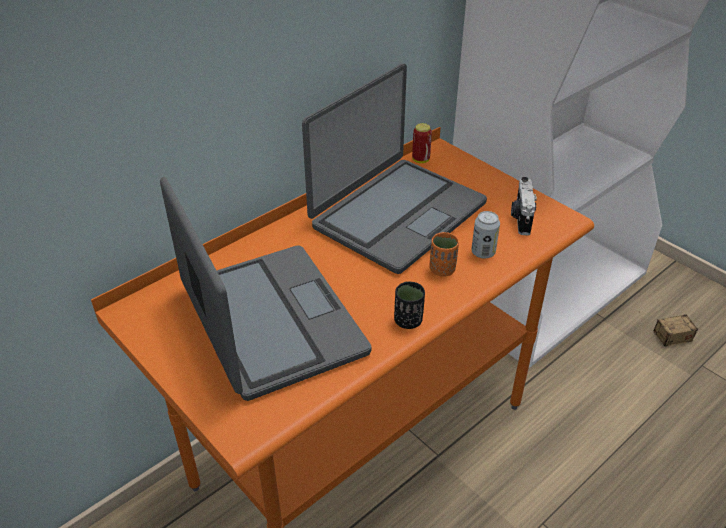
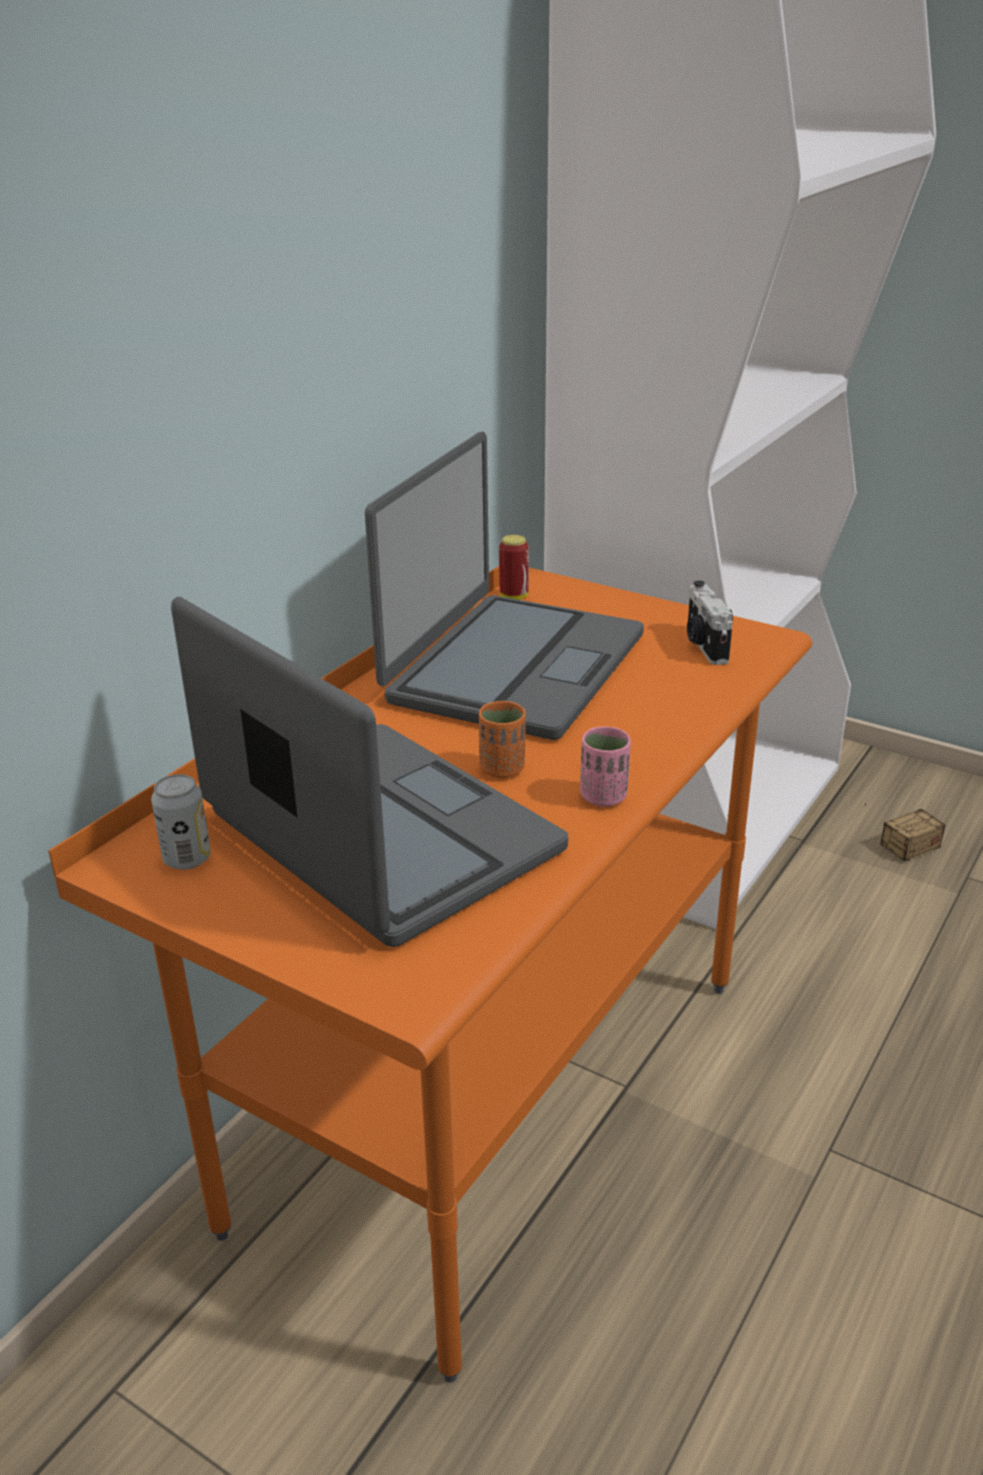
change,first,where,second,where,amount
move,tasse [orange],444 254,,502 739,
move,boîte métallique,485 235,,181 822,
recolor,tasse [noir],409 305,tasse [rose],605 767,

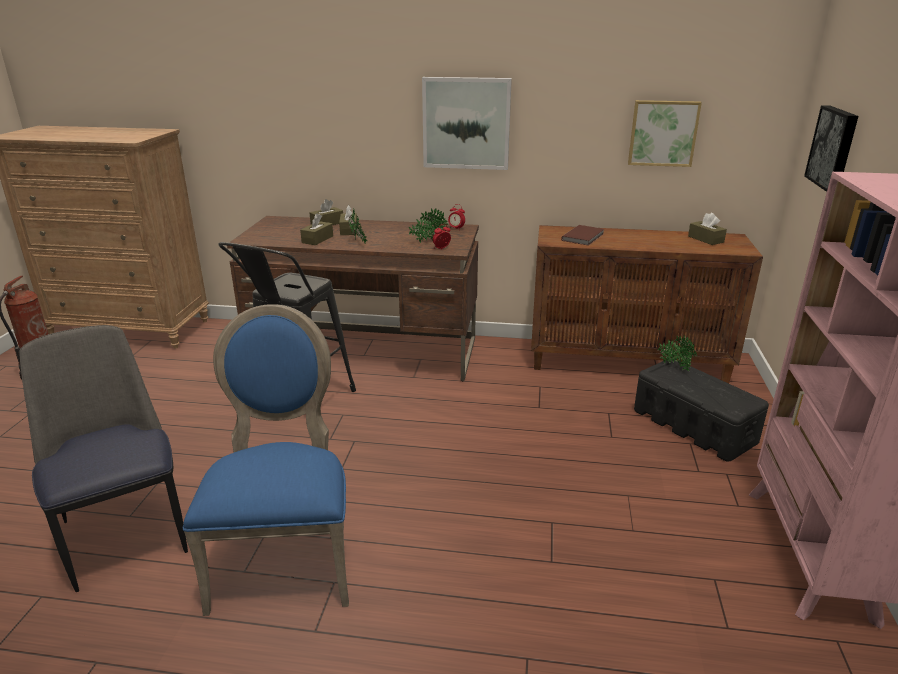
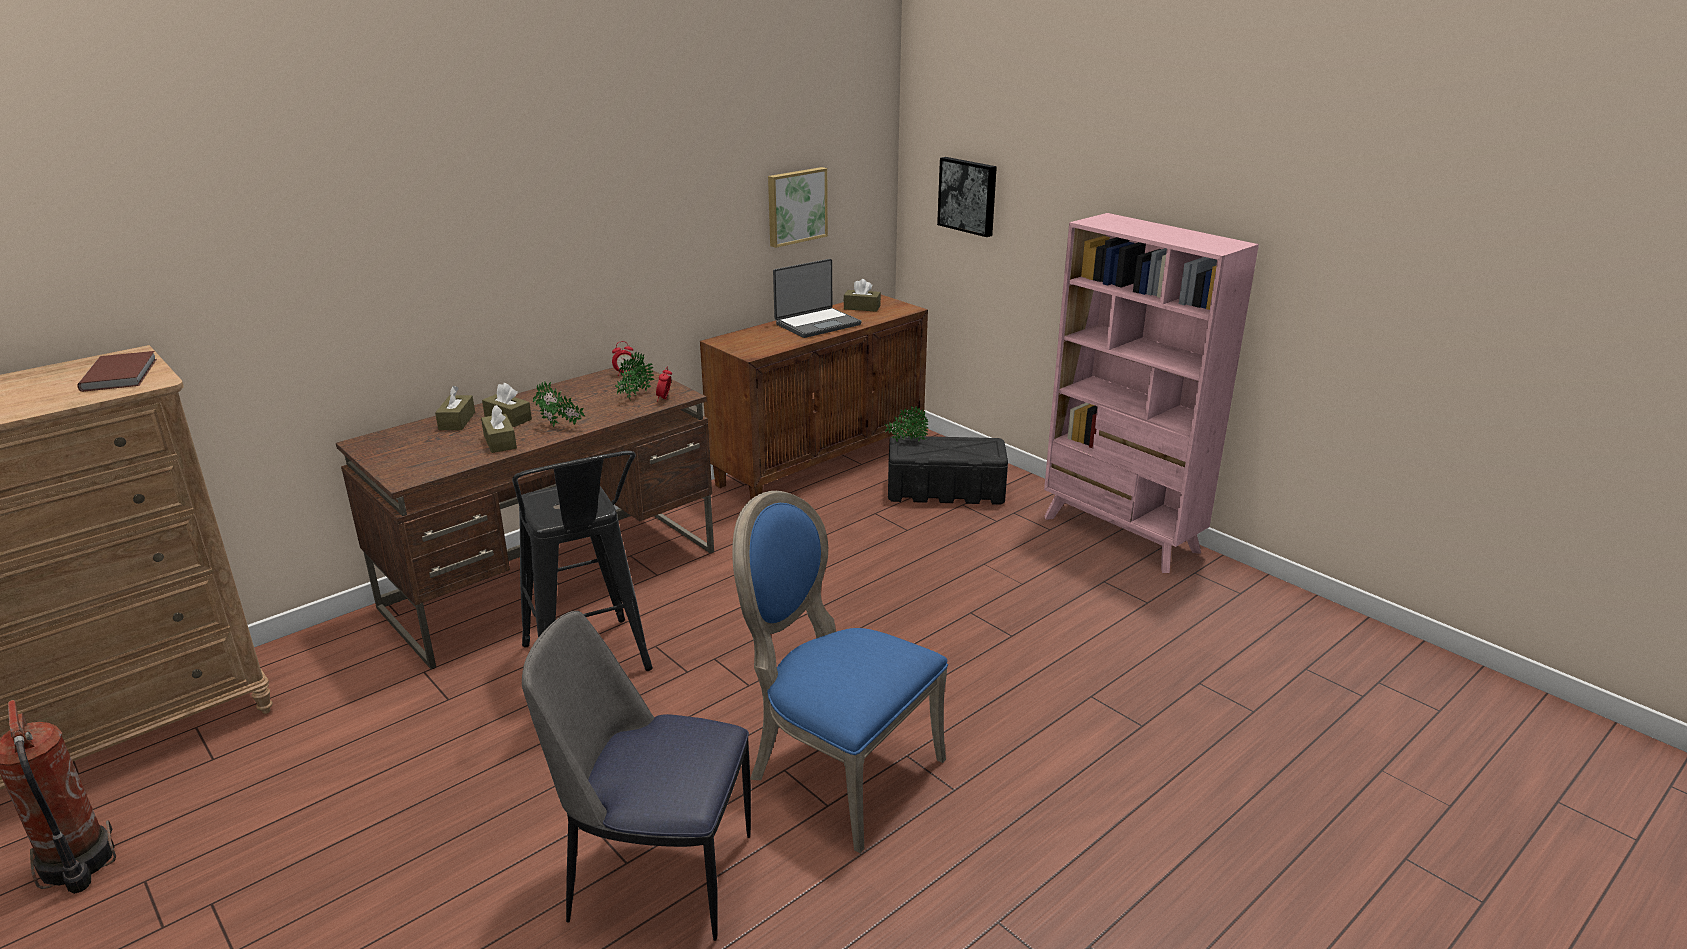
change,first,where,second,where,amount
delete,tableau,467 123,,,
insert,,,ordinateur portable,817 298,
move,livre [marron],582 235,,117 371,

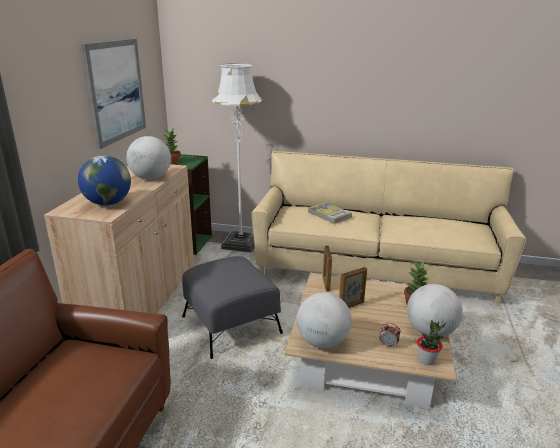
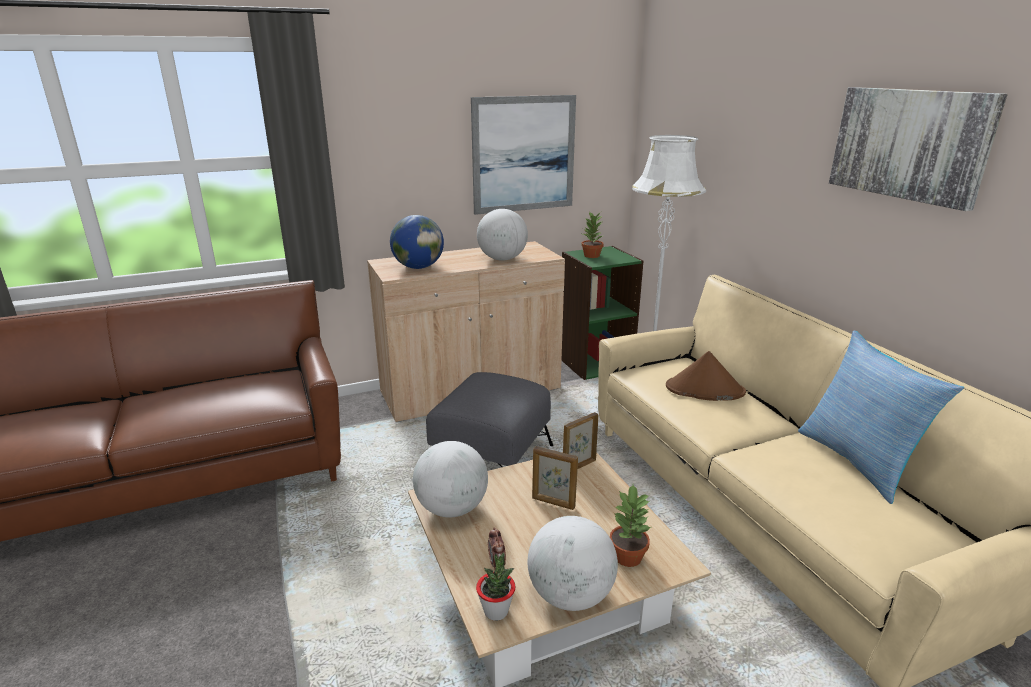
change,first,where,second,where,amount
insert,,,coussin,881 417,
insert,,,tableau,918 149,
replace,livre,330 213,chapeau [marron],706 376,

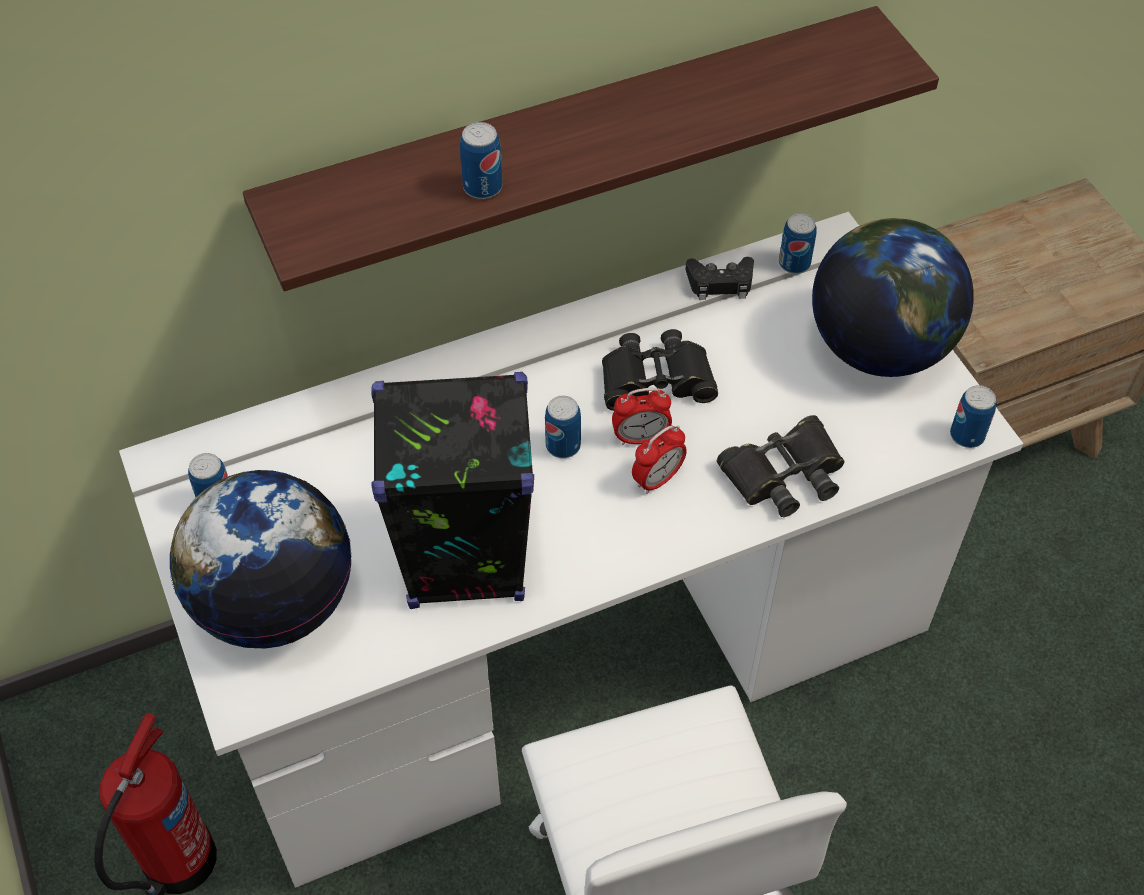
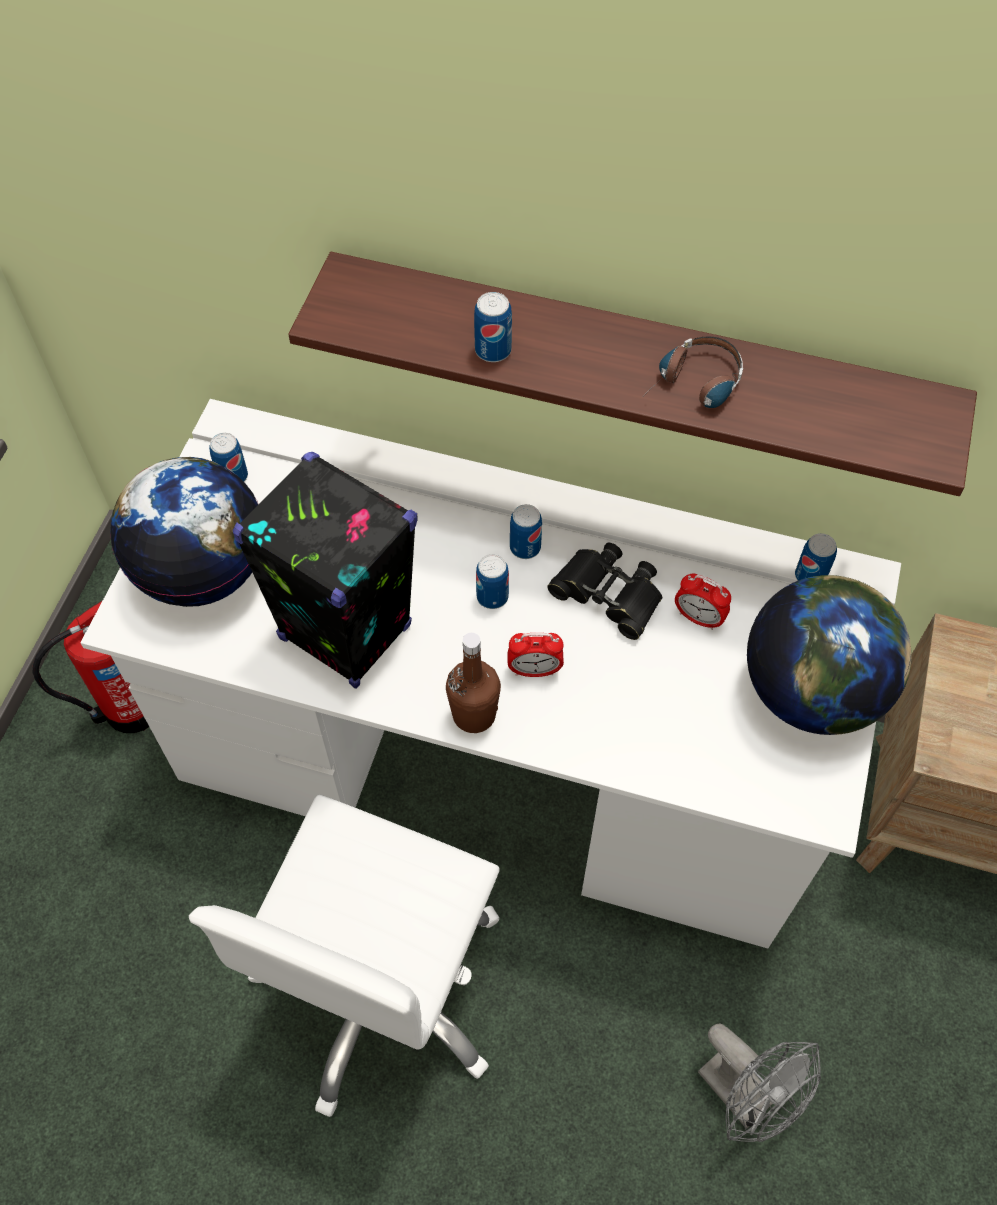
change,first,where,second,where,amount
delete,manette [noir],719 278,,,
delete,jumelles [noir],781 466,,,
insert,,,bouteille [marron],473 683,
insert,,,casque audio,701 372,
insert,,,ventilateur [gris],759 1082,
move,réveil,642 416,,703 602,
move,boîte métallique,973 416,,526 531,

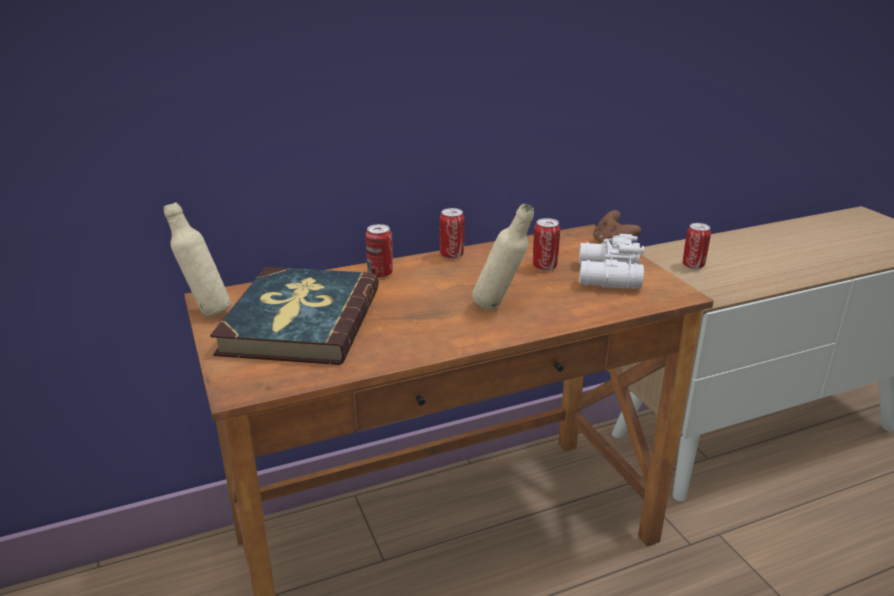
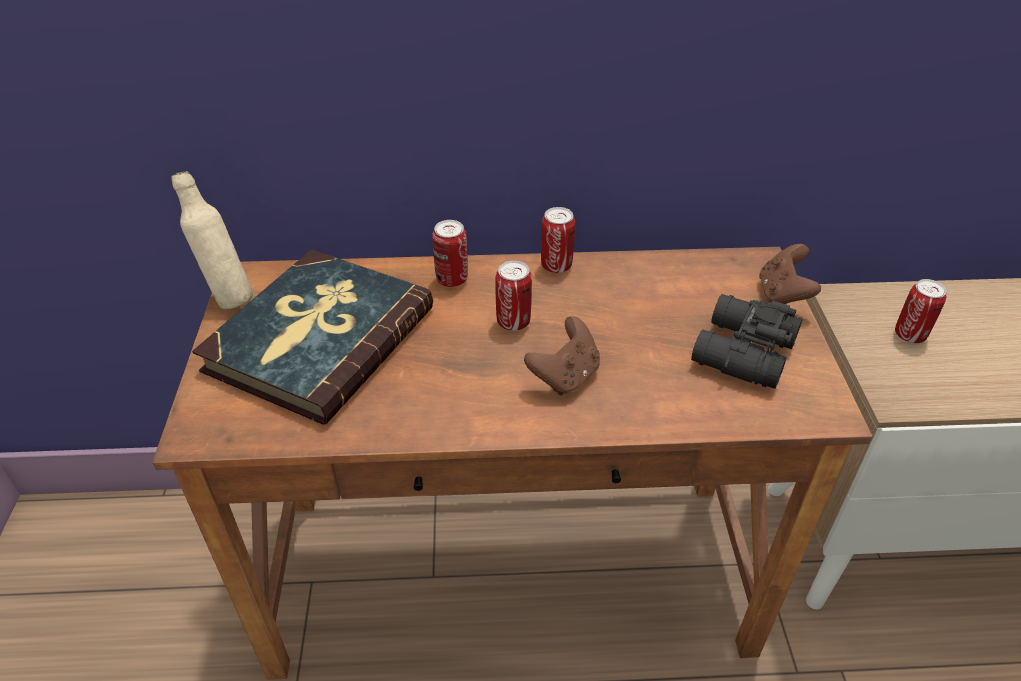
change,first,where,second,where,amount
move,boîte métallique,546 244,,513 295,
replace,bouteille [beige],503 257,manette [marron],562 355,
recolor,jumelles [blanc],611 261,jumelles [noir],746 341,

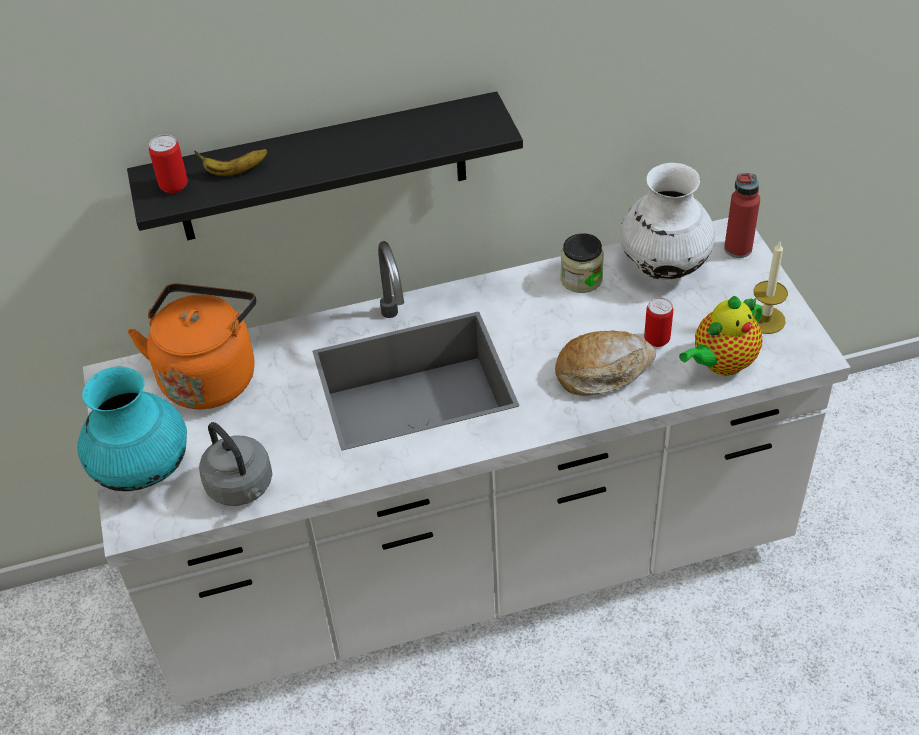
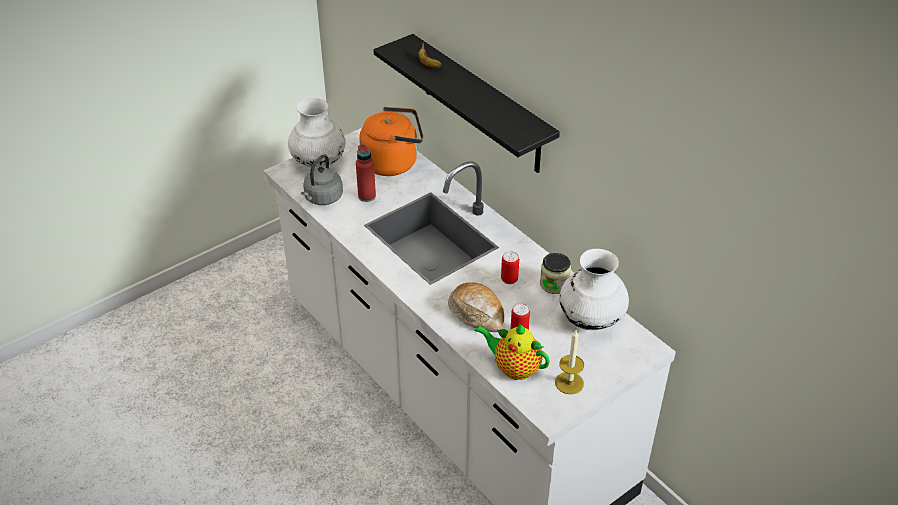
change,first,where,second,where,amount
move,boîte métallique,168 164,,510 267,
move,bouteille [rouge],742 215,,366 173,
recolor,vase [turquoise],132 429,vase [blanc],317 133,

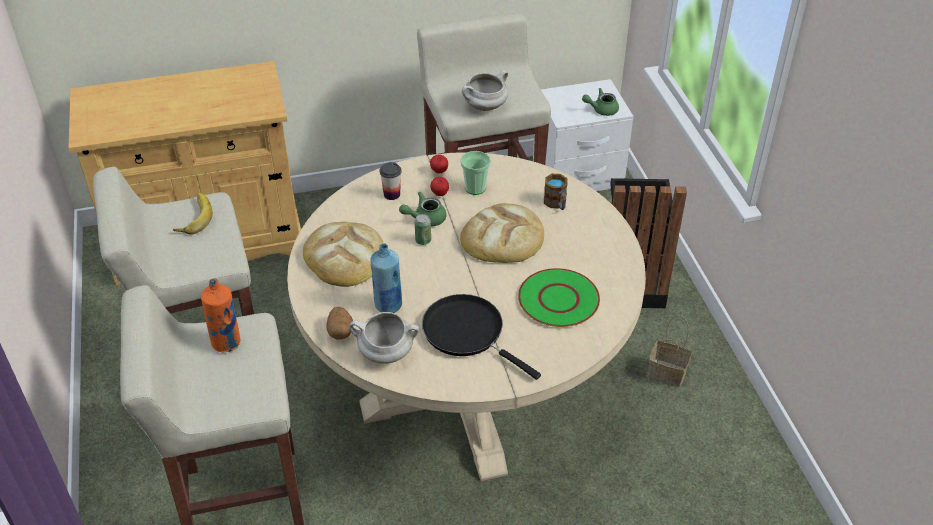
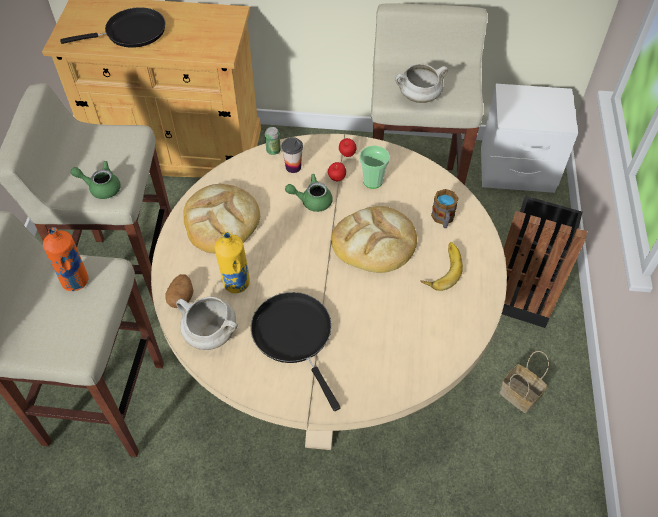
change,first,where,second,where,amount
delete,assiette [vert],559 297,,,
insert,,,poêle [noir],112 27,
move,banane,193 214,,441 266,
move,boîte métallique,423 229,,273 141,
move,théière [vert],600 102,,95 180,
recolor,bouteille [bleu],386 278,bouteille [jaune],232 262,

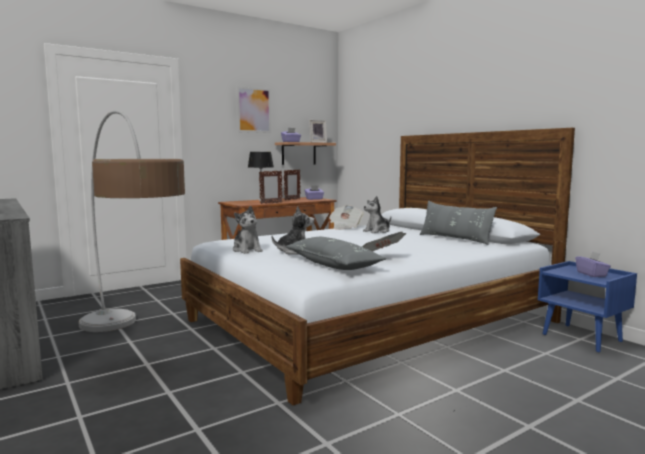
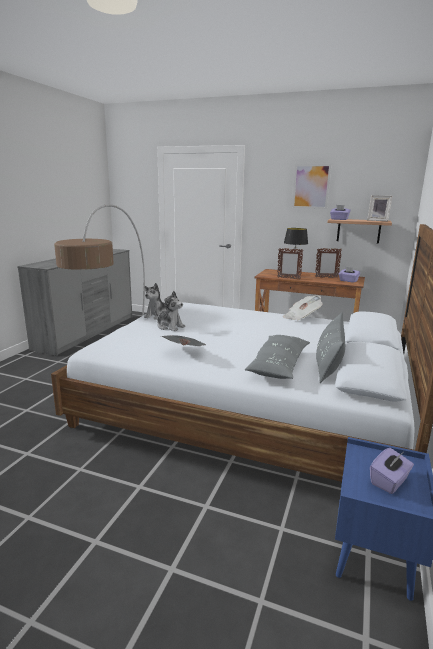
change,first,where,second,where,amount
delete,peluche,377 214,,,
move,coussin [gris],336 253,,277 357,

